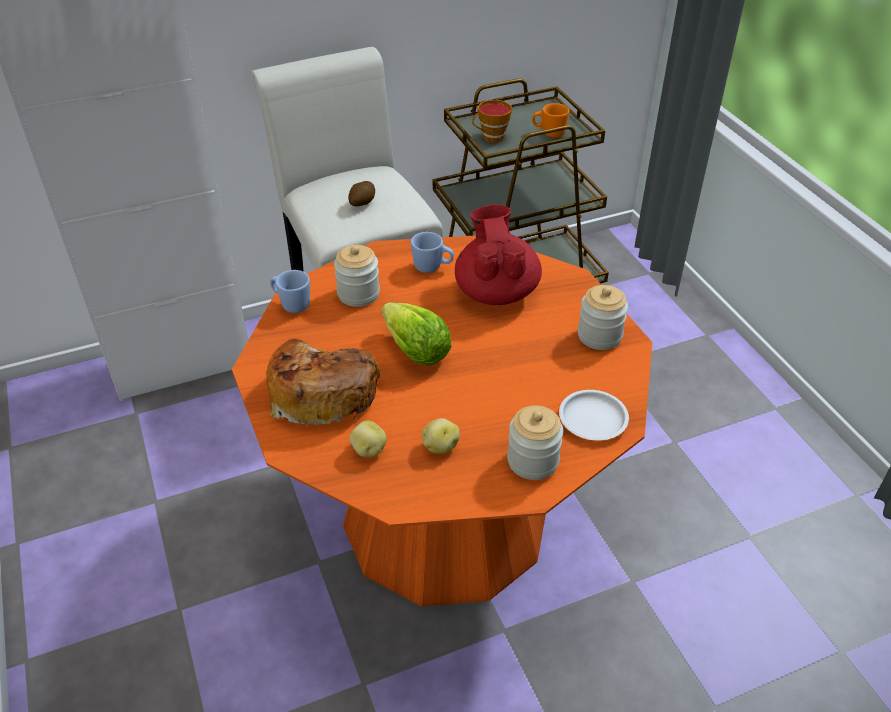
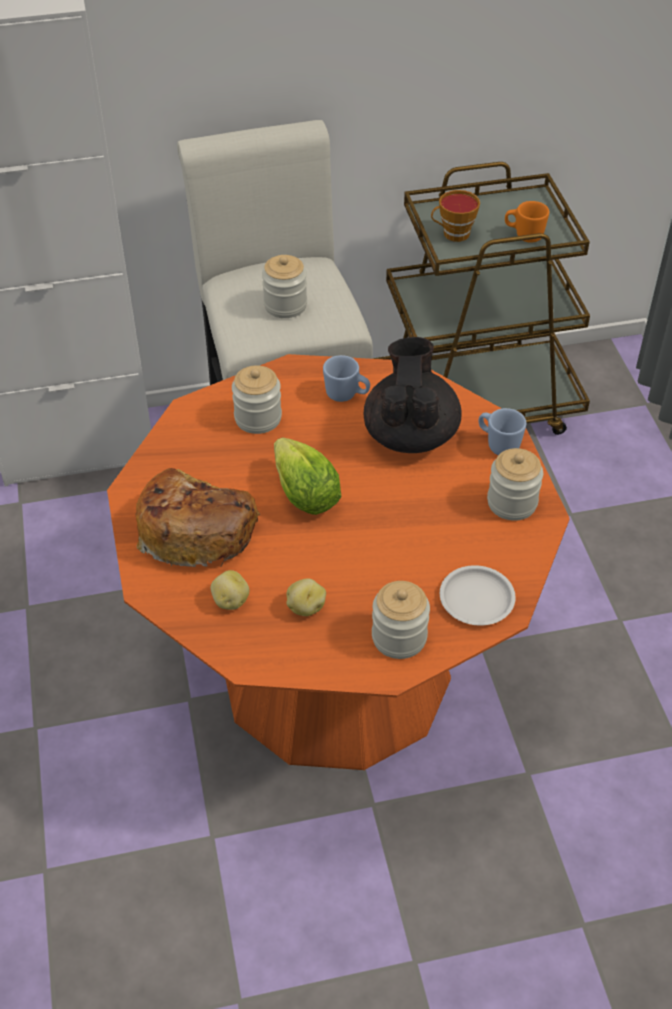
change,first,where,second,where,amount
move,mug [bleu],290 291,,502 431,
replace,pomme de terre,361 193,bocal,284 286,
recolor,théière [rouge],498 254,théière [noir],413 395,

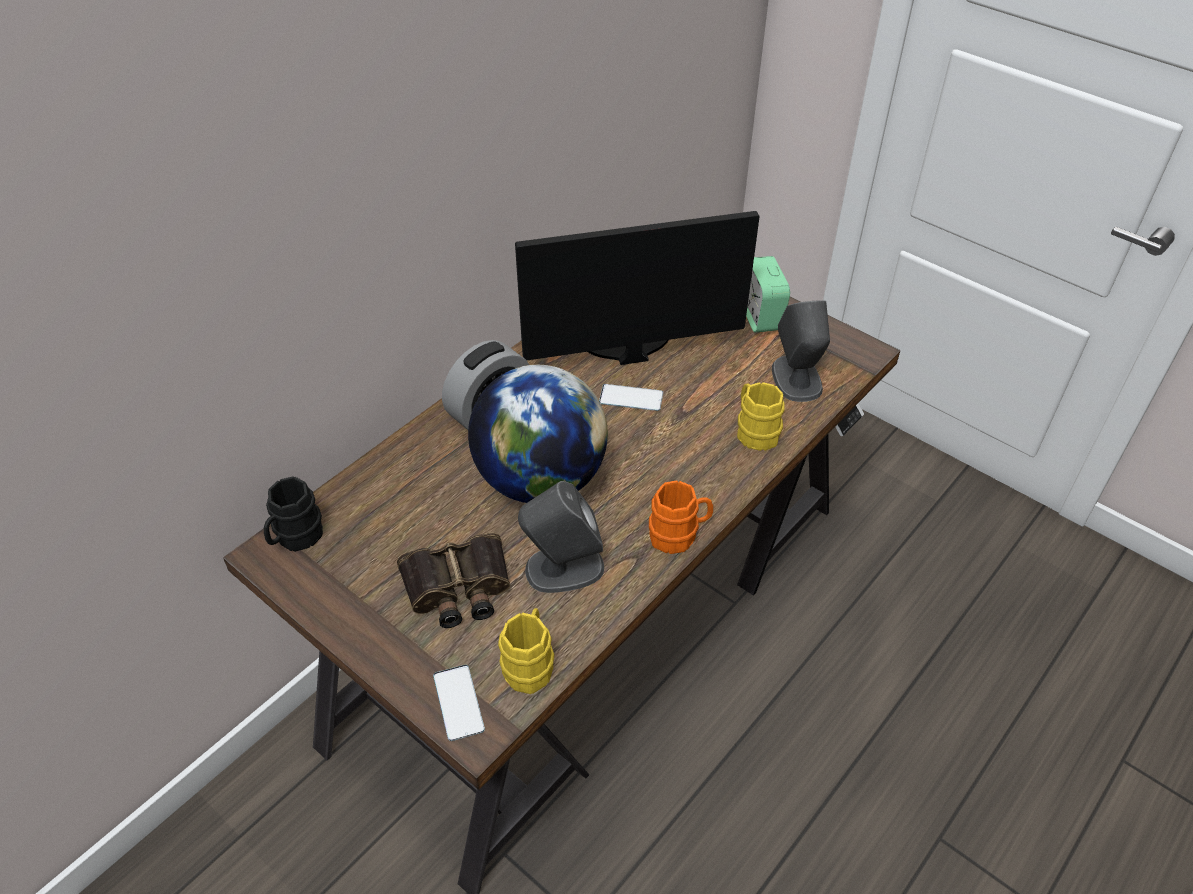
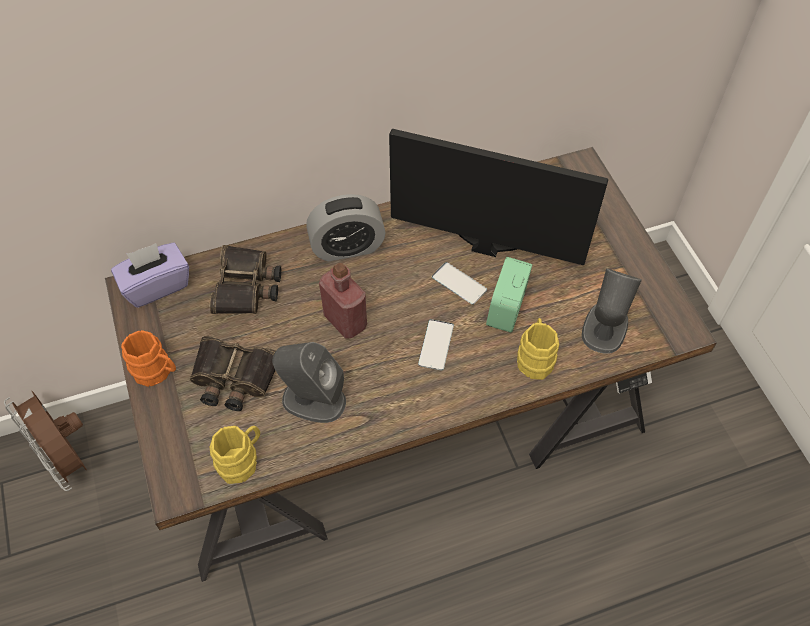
change,first,where,second,where,amount
insert,,,ventilateur [marron],45 441,
insert,,,jumelles,245 279,
move,téléphone,459 703,,436 345,
move,mug [orange],681 517,,148 358,
move,réveil,768 294,,509 294,
replace,mug [noir],293 514,boîte à mouchoirs [violet],150 275,
replace,globe,538 434,bouteille [rouge],343 301,

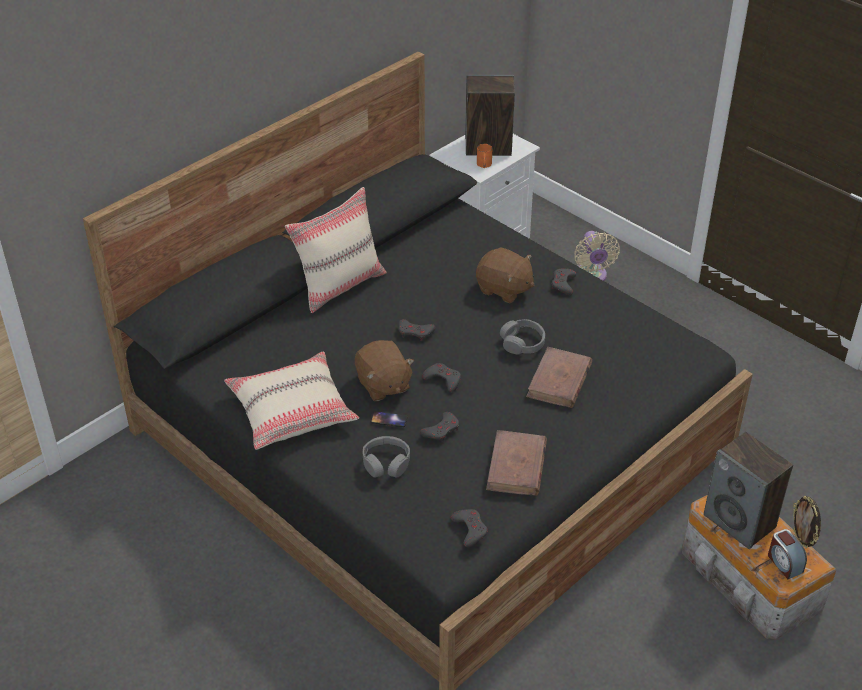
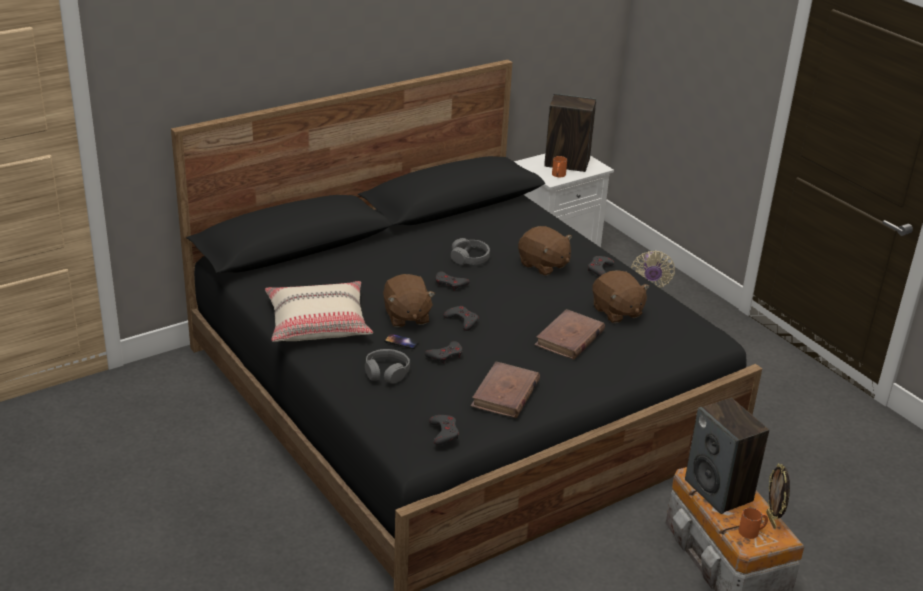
change,first,where,second,where,amount
delete,coussin [beige],336 250,,,
insert,,,peluche [marron],621 297,
move,casque audio [gris],522 336,,470 251,
replace,réveil,787 554,mug [orange],753 523,

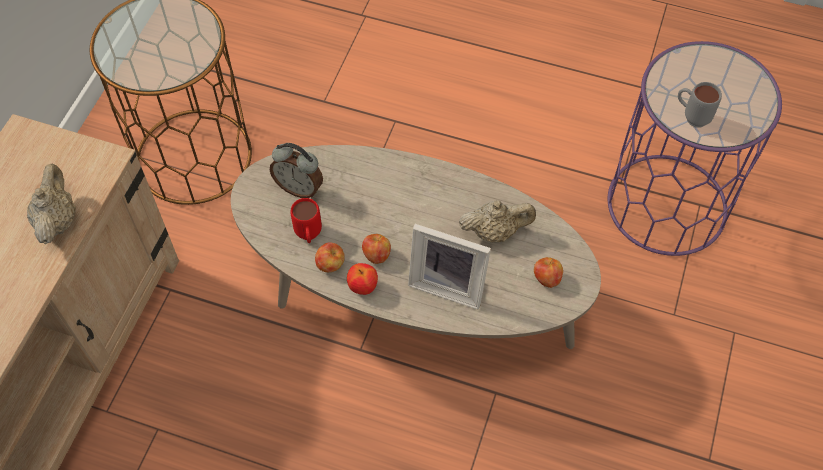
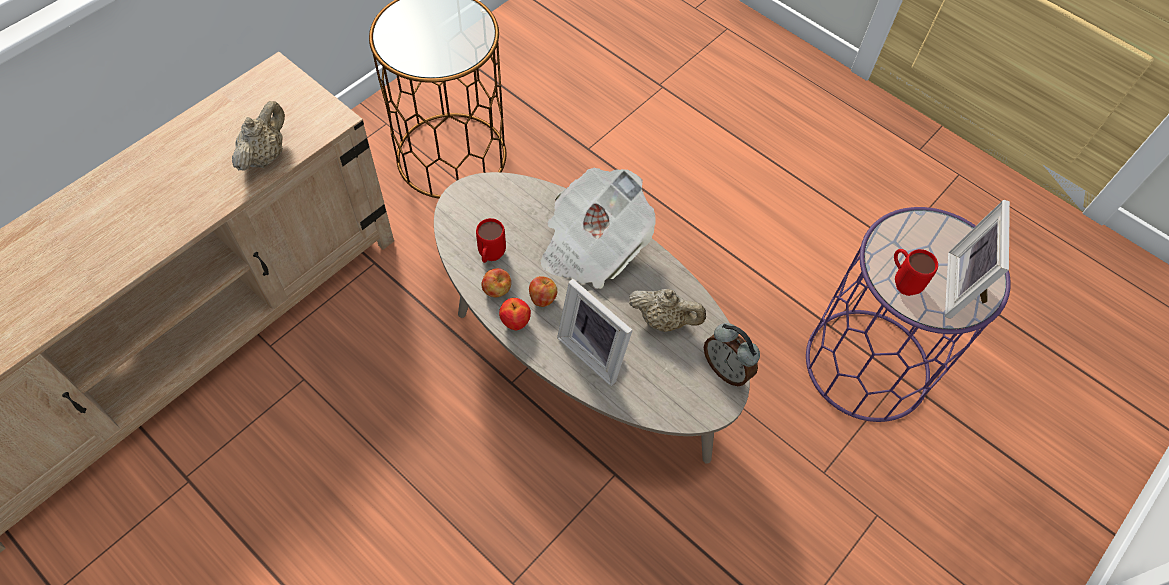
change,first,where,second,where,amount
delete,pomme,548 272,,,
insert,,,journal,598 228,
insert,,,cadre photo,977 259,
move,réveil,296 170,,732 354,
recolor,mug [gris],700 105,mug [rouge],916 272,

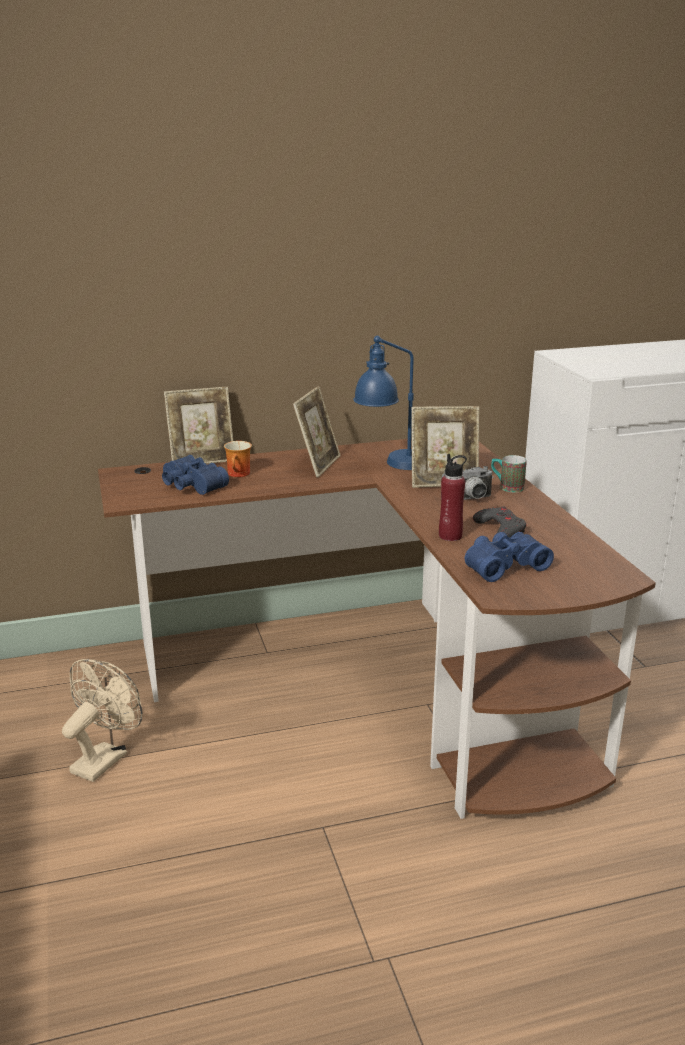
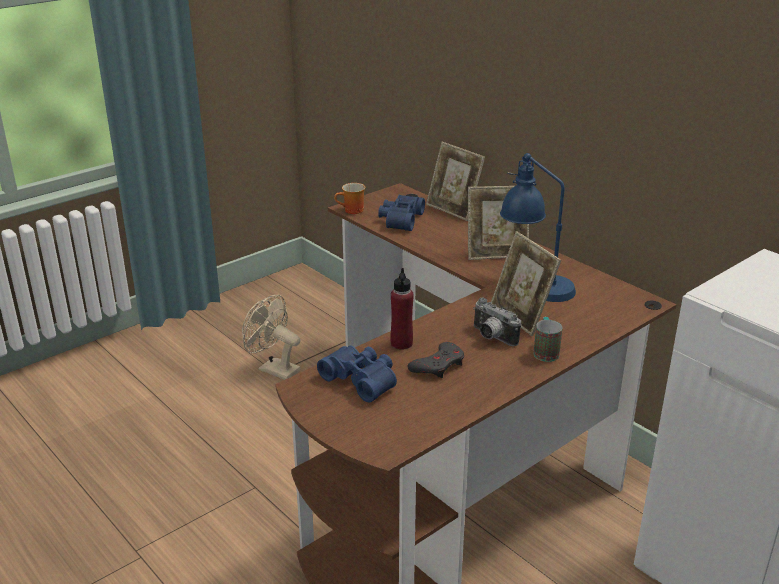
change,first,where,second,where,amount
move,mug,238 459,,349 198,
rotate,ventilateur [beige],102 720,,271 337,150 degrees counterclockwise

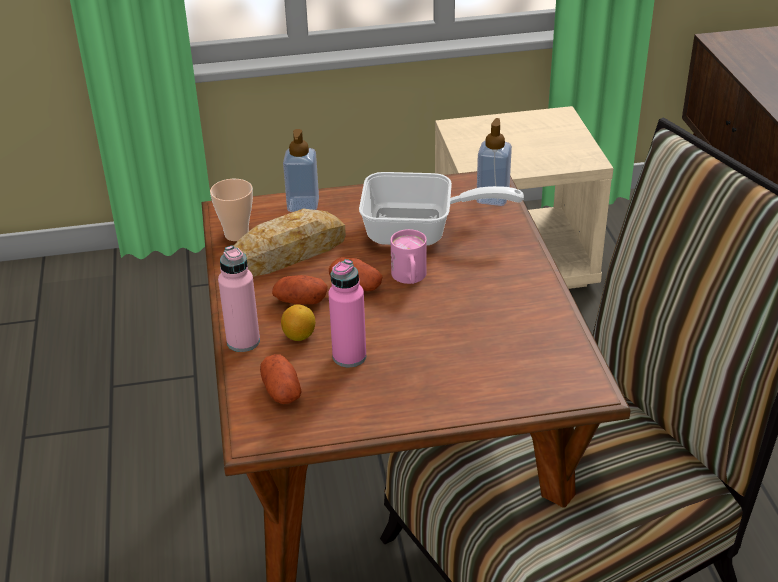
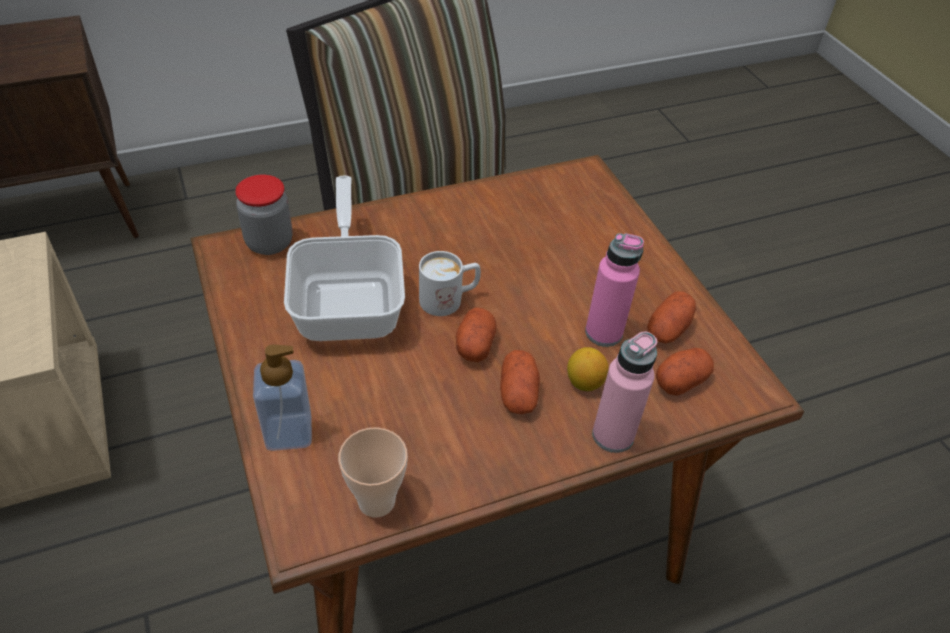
change,first,where,second,where,amount
delete,pain,290 243,,,
insert,,,pomme de terre,671 317,
replace,distributeur de savon,494 162,bocal,264 215,
recolor,mug [rose],409 256,mug [blanc],450 283,

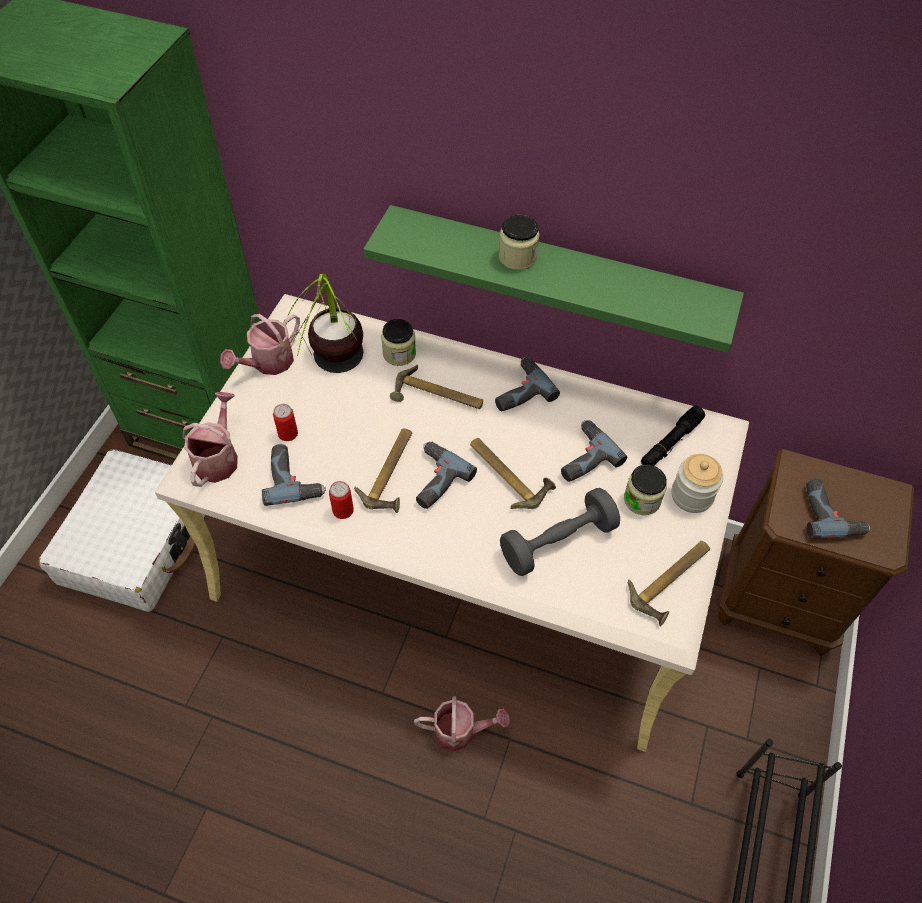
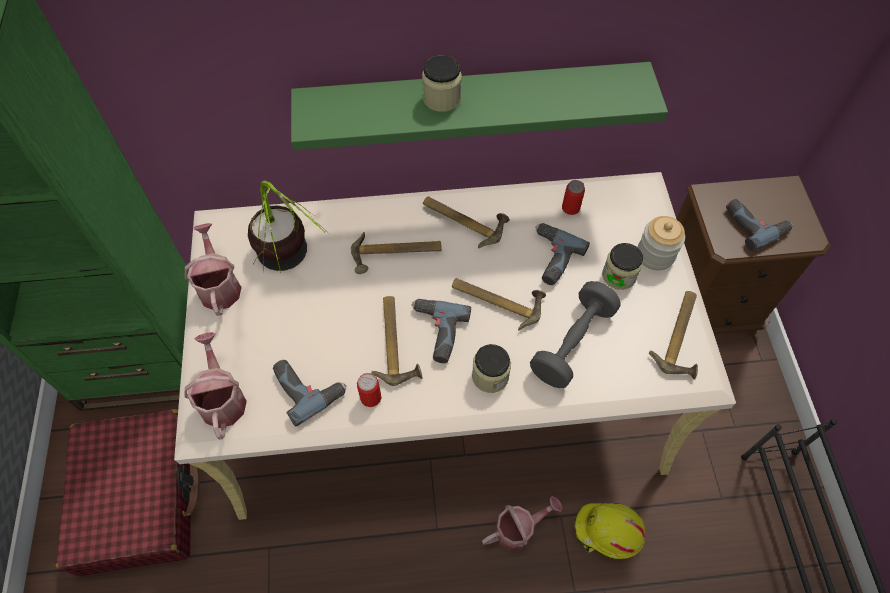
change,first,where,second,where,amount
delete,lampe de poche [noir],673 436,,,
insert,,,casque de chantier [jaune],609 531,
move,boîte métallique,285 422,,573 197,
move,bocal,398 342,,491 368,
replace,perceuse,527 384,marteau,466 222,
recolor,valise [blanc],121 530,valise [rouge],127 492,
rotate,arrosoir,260 344,,213 269,150 degrees clockwise

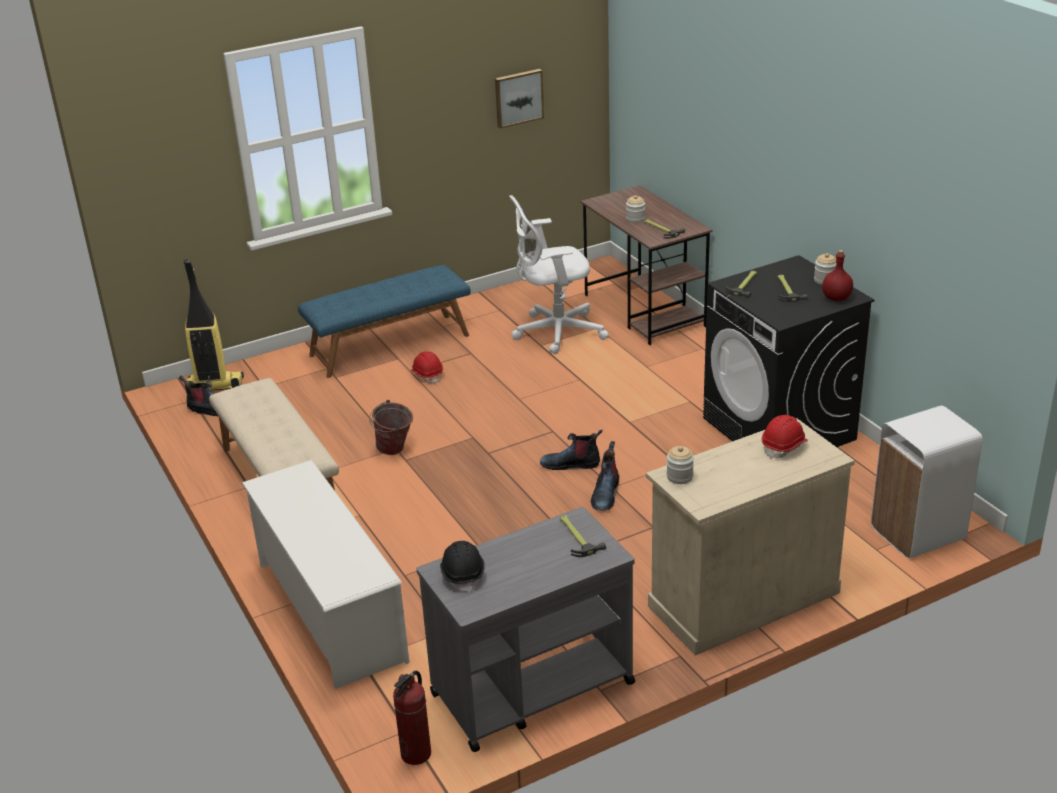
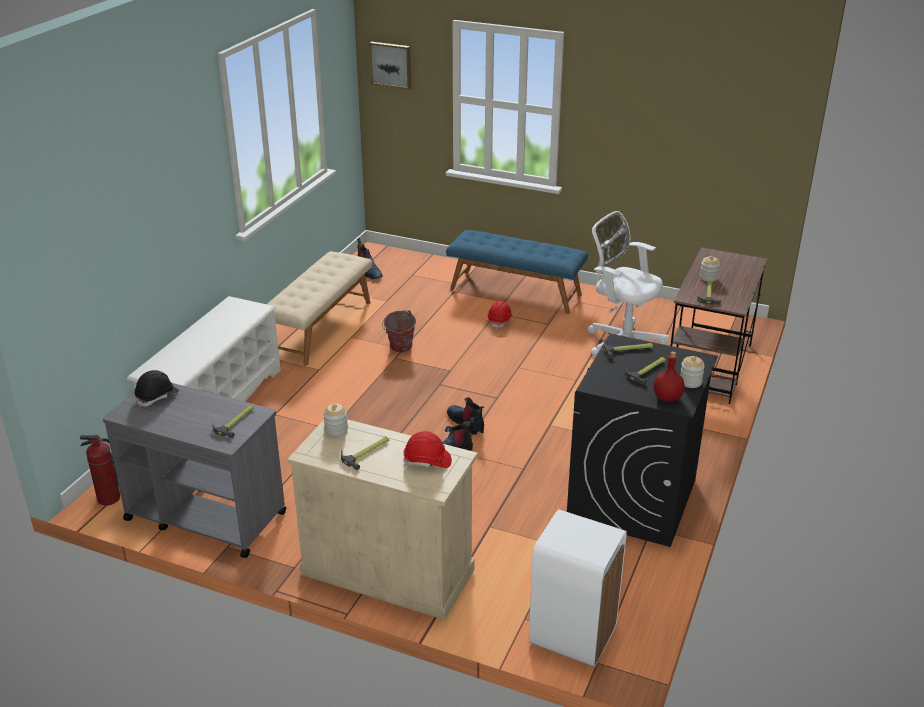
change,first,where,second,where,amount
delete,aspirateur,214 326,,,
insert,,,marteau,365 453,
move,tableau,519 99,,390 66,

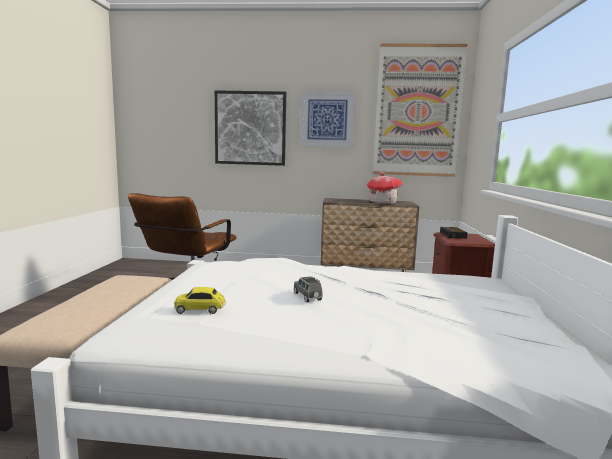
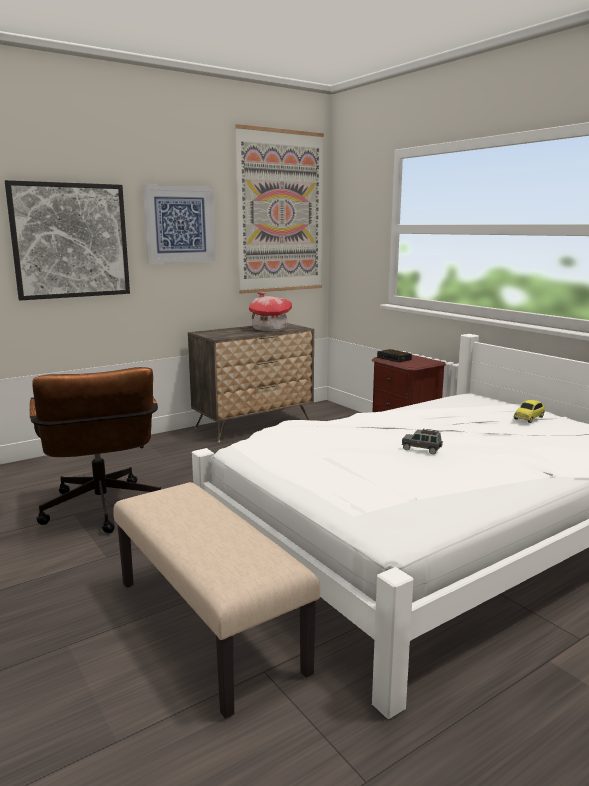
change,first,where,second,where,amount
move,petite voiture,200 300,,529 411,

